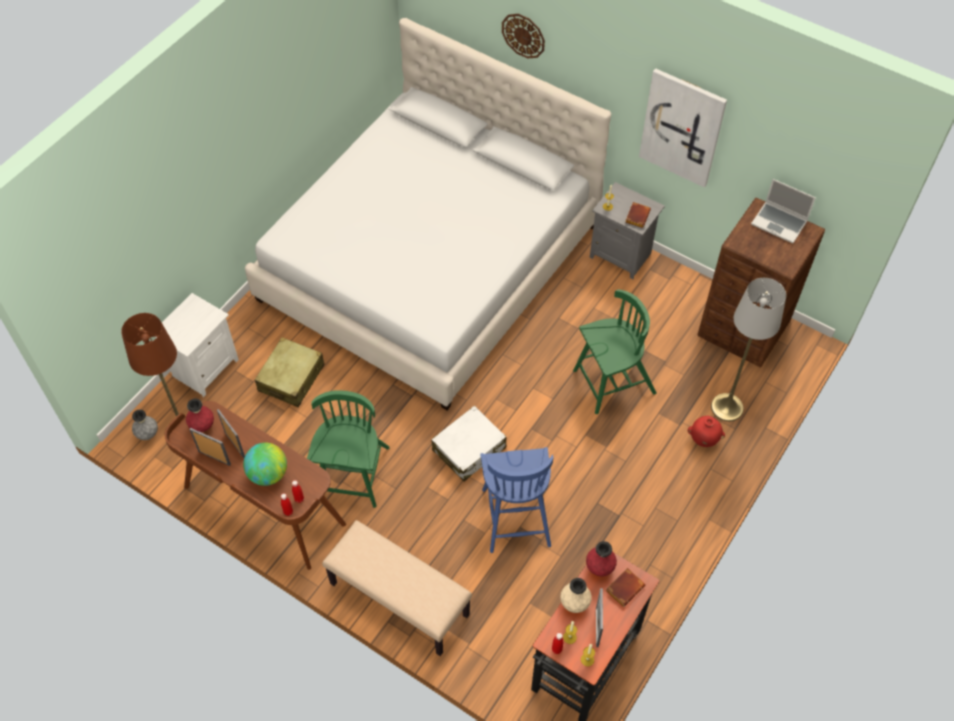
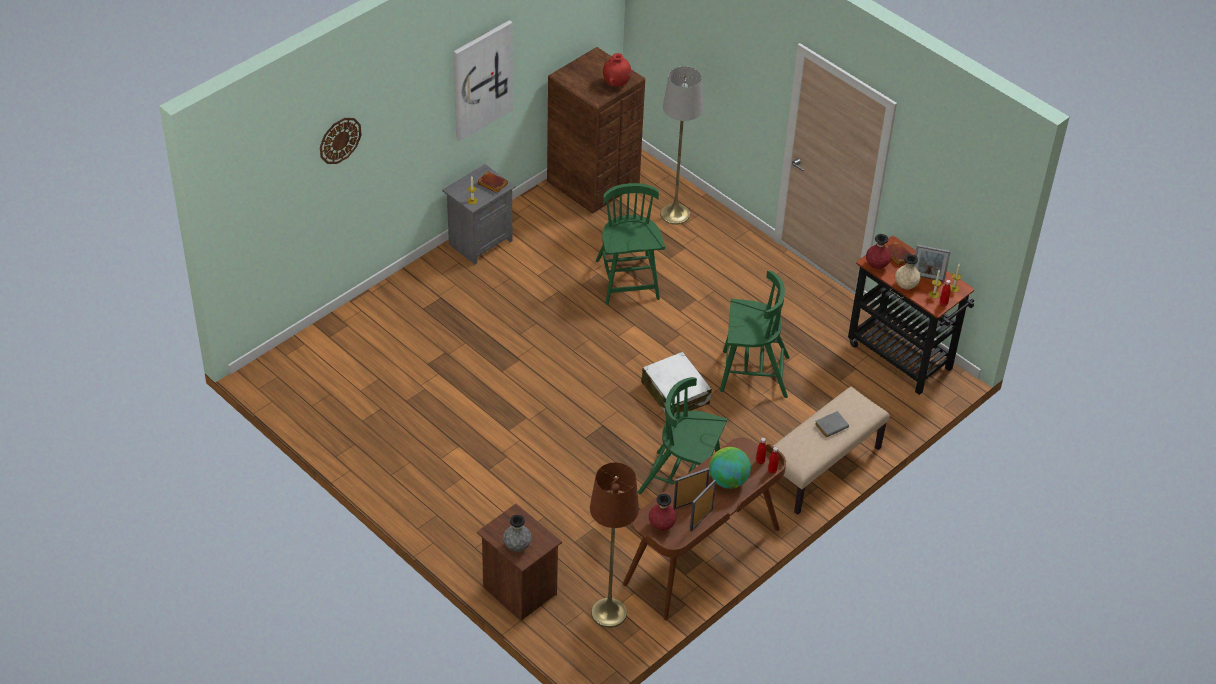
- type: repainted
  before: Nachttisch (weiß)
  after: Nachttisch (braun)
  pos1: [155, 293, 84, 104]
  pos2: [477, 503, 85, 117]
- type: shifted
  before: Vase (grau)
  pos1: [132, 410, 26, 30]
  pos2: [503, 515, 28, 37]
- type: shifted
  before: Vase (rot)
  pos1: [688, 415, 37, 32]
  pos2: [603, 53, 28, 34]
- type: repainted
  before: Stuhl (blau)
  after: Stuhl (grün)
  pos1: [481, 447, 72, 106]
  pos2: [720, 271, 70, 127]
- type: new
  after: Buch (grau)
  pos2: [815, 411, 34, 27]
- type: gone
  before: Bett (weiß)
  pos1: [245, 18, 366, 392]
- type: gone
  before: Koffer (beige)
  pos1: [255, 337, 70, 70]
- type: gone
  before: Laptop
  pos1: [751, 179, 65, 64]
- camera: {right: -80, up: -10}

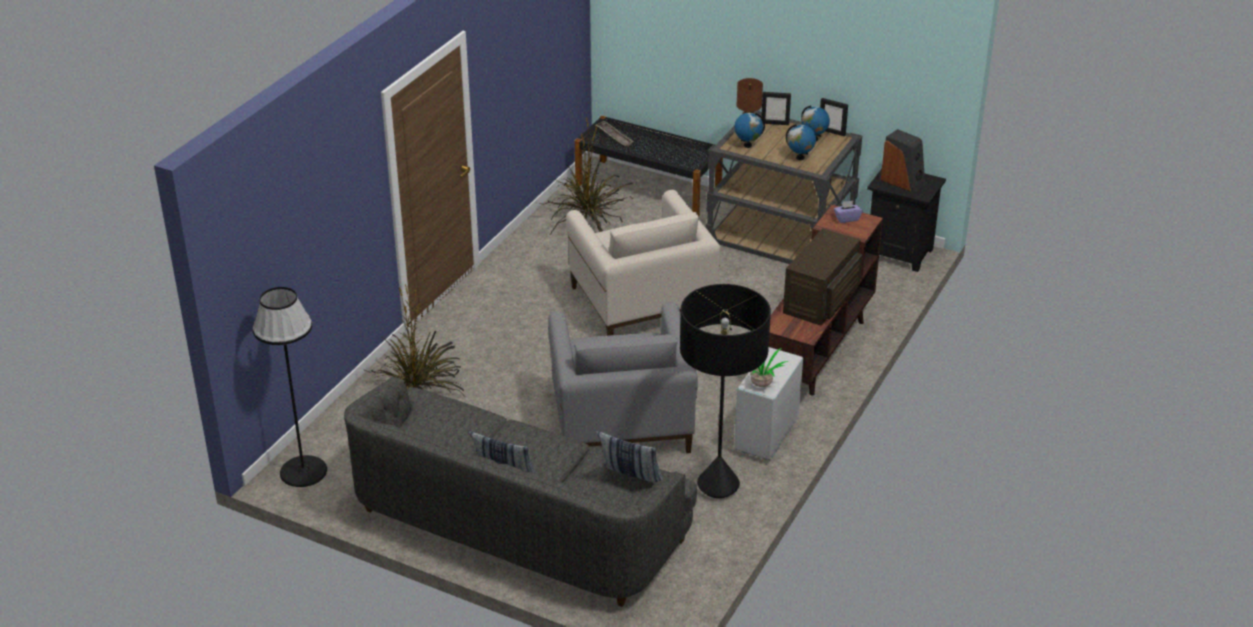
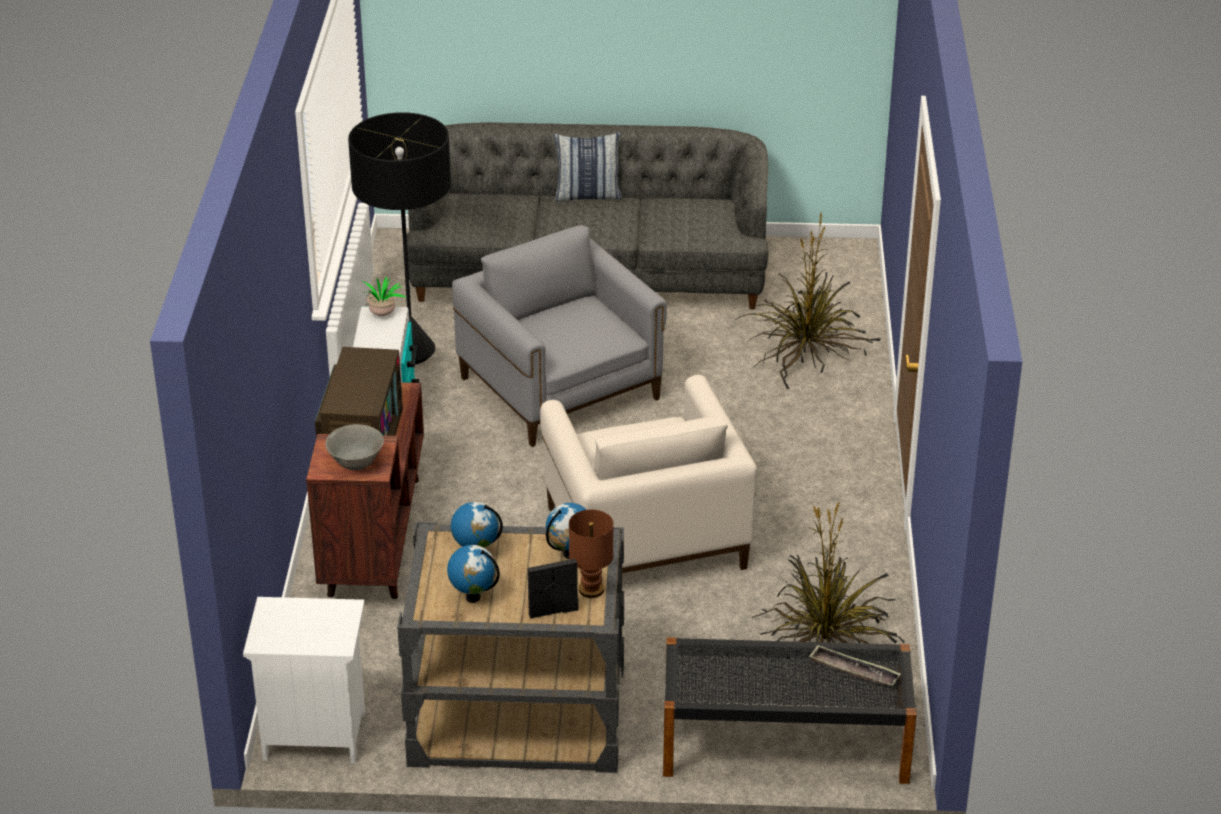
- type: repainted
  before: Nachttisch (schwarz)
  after: Nachttisch (weiß)
  pos1: [867, 169, 79, 103]
  pos2: [243, 597, 122, 166]
- type: swapped
  before: Taschentuchbox (lila)
  after: Schüssel (grau)
  pos1: [834, 201, 28, 22]
  pos2: [325, 424, 59, 46]
- type: rotated
  before: Sessel (beige)
  pos1: [566, 190, 154, 146]
  pos2: [540, 375, 217, 198]
  turn: -150
- type: gone
  before: Stehlampe (schwarz)
  pos1: [252, 287, 75, 200]
- type: gone
  before: Kissen
  pos1: [596, 431, 67, 52]
- type: gone
  before: Bilderrahmen
  pos1: [820, 98, 28, 38]
- type: gone
  before: Lautsprecher
  pos1: [881, 129, 44, 64]
- camera: {right: 155, up: 0}

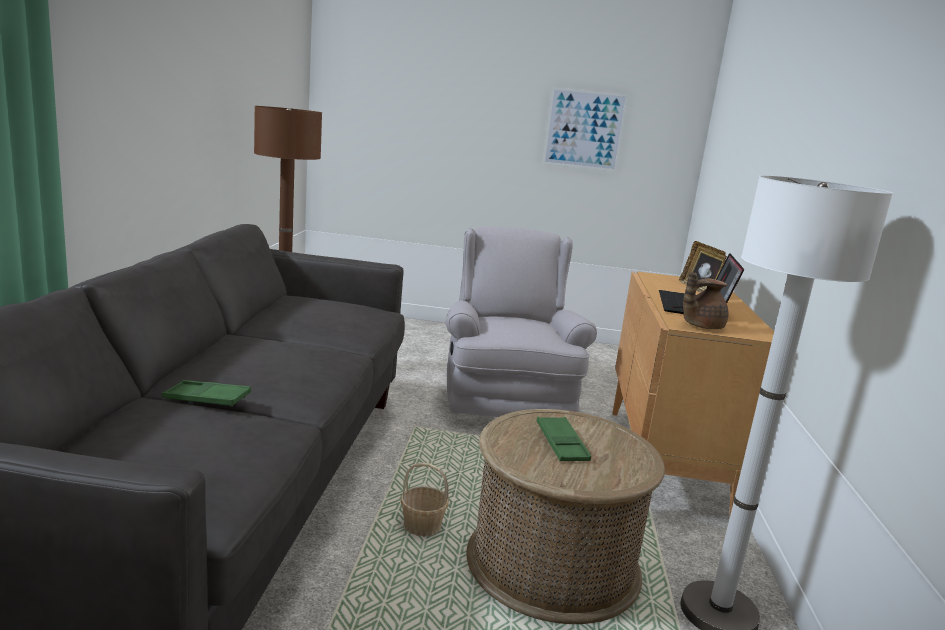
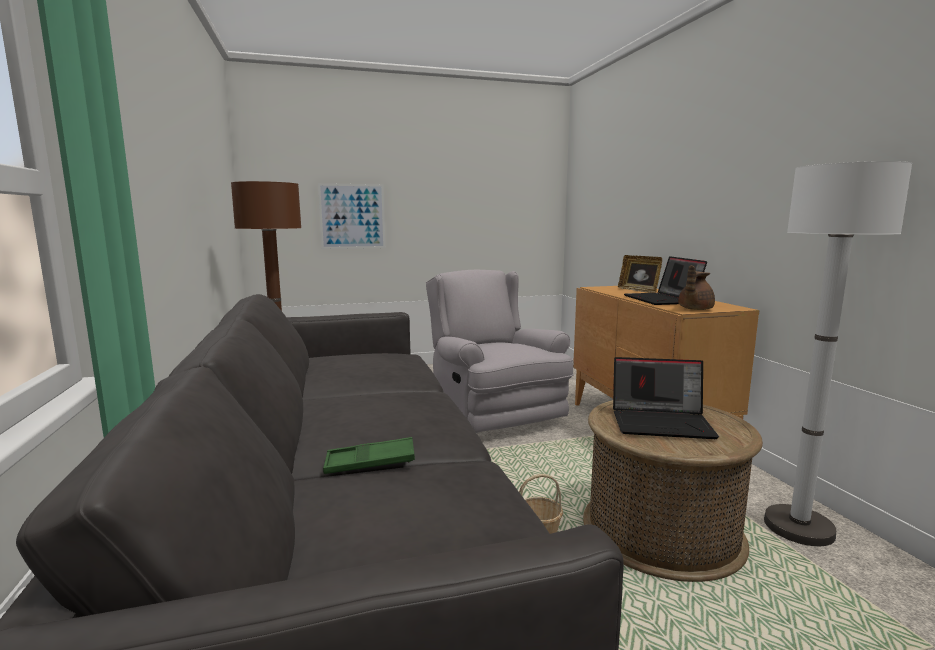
- type: shifted
  before: Bild
  pos1: [542, 87, 87, 85]
  pos2: [318, 183, 67, 66]
- type: swapped
  before: Tablett (grün)
  after: Laptop
  pos1: [537, 417, 54, 44]
  pos2: [613, 357, 106, 82]
- camera: {right: -20, up: -5}

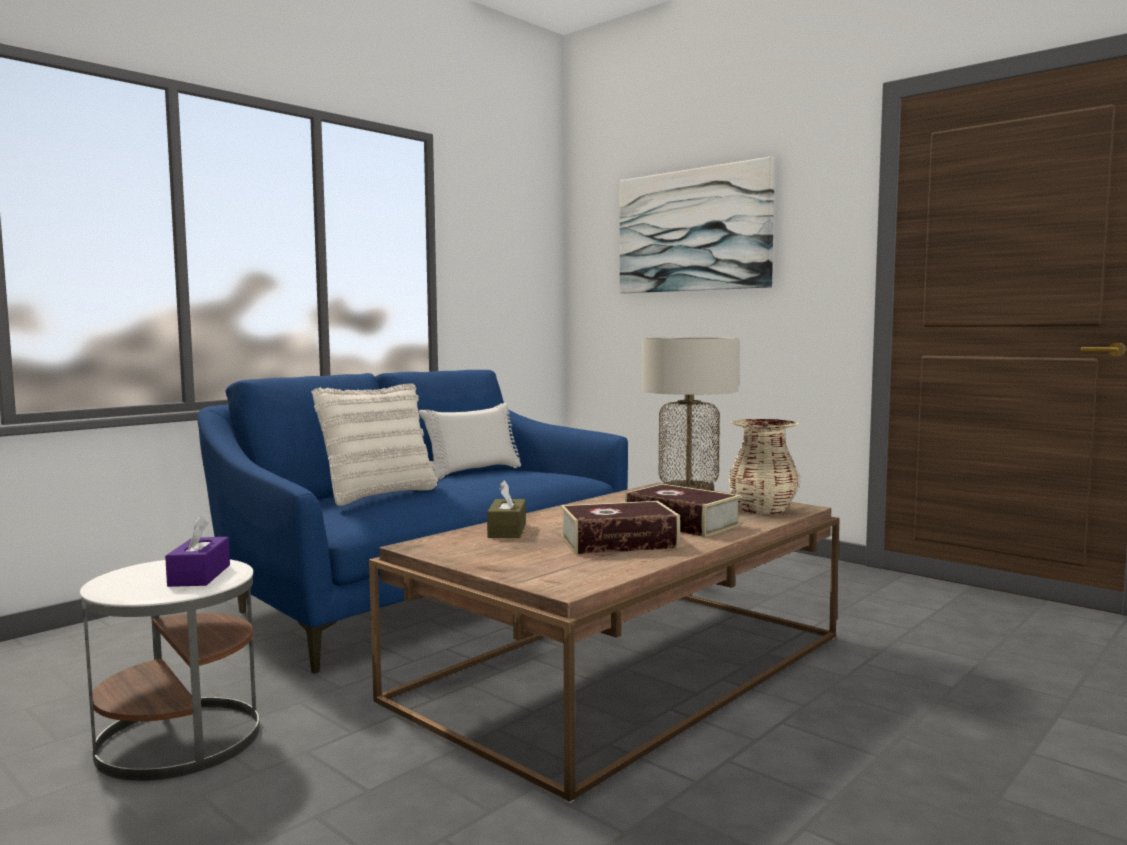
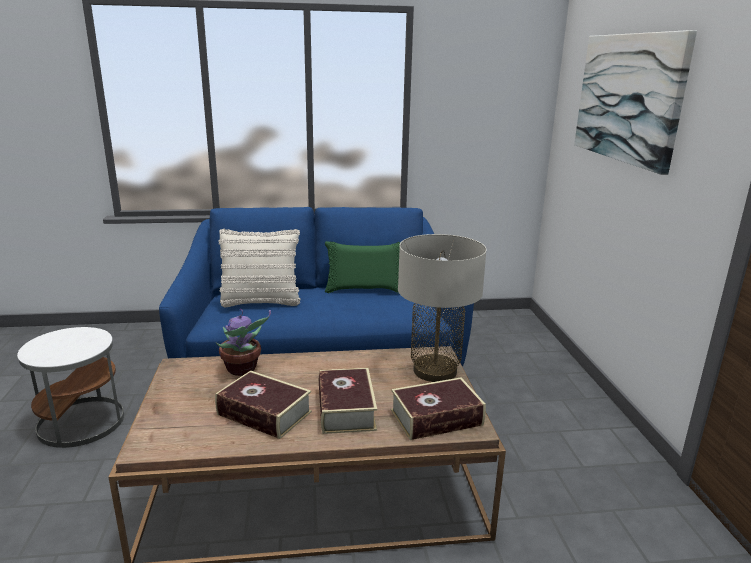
- type: swapped
  before: Taschentuchbox (braun)
  after: Topfpflanze
  pos1: [487, 480, 39, 58]
  pos2: [216, 309, 55, 67]
- type: repainted
  before: Kissen (weiß)
  after: Kissen (grün)
  pos1: [419, 403, 102, 76]
  pos2: [325, 241, 76, 52]
- type: swapped
  before: Vase (beige)
  after: Buch
  pos1: [728, 419, 71, 95]
  pos2: [391, 377, 95, 63]
- type: gone
  before: Taschentuchbox (lila)
  pos1: [165, 516, 65, 71]
- camera: {right: 40, up: 15}

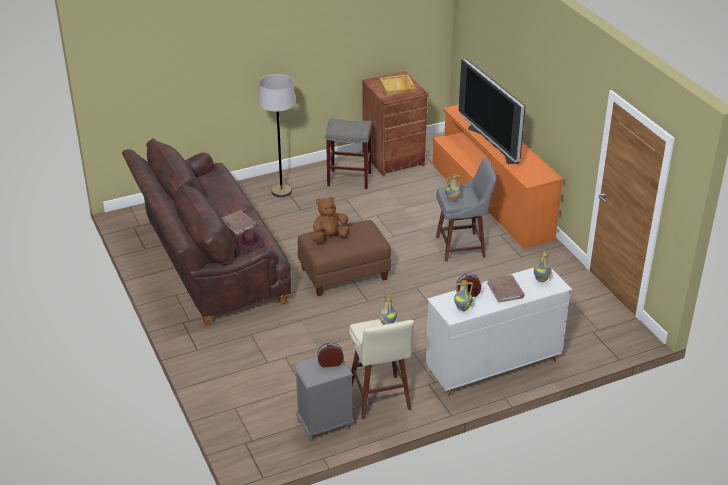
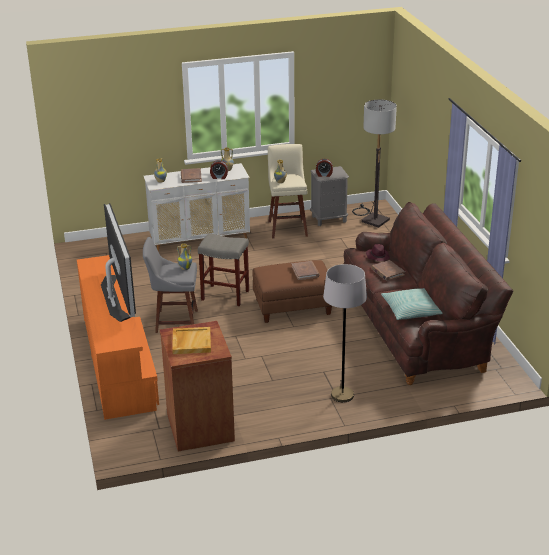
- type: shifted
  before: Hocker (grau)
  pos1: [325, 118, 47, 71]
  pos2: [198, 233, 51, 73]
- type: swapped
  before: Plüschtier (braun)
  after: Buch (braun)
  pos1: [311, 197, 39, 45]
  pos2: [292, 261, 28, 19]
- type: new
  after: Stehlampe
  pos2: [352, 100, 45, 128]
- type: new
  after: Kissen
  pos2: [381, 288, 62, 32]
- camera: {right: -170, up: -5}

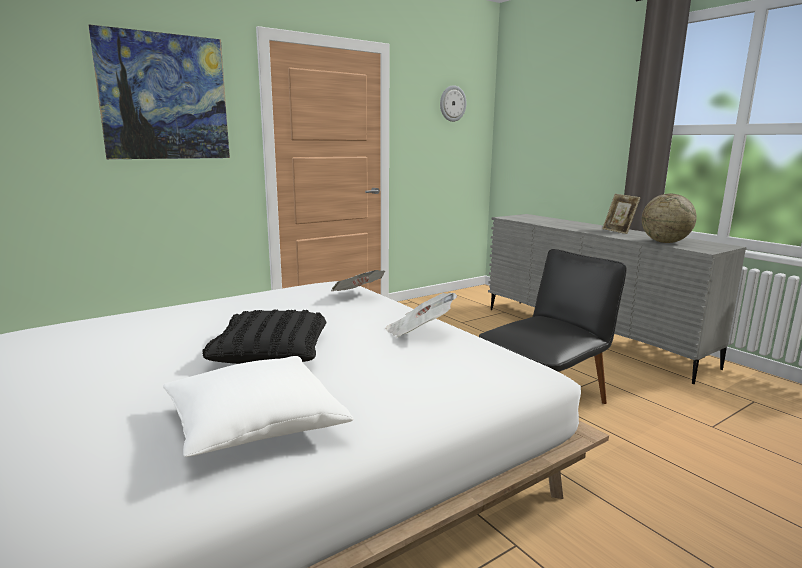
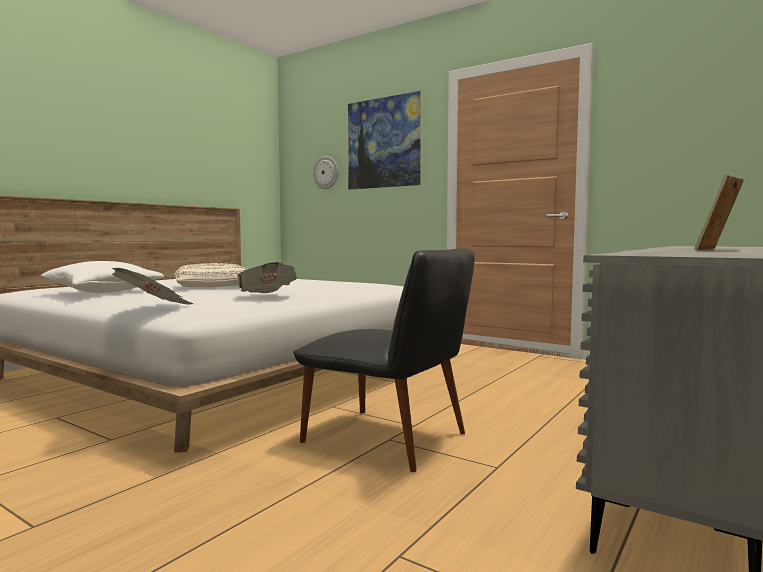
- type: shifted
  before: Zeitung
  pos1: [331, 270, 55, 21]
  pos2: [112, 268, 81, 36]
- type: repainted
  before: Kissen (schwarz)
  after: Kissen (beige)
  pos1: [202, 309, 125, 55]
  pos2: [175, 263, 73, 24]
- type: shifted
  before: Wanduhr
  pos1: [440, 85, 27, 37]
  pos2: [313, 156, 25, 33]
- type: gone
  before: Globus
  pos1: [642, 193, 55, 50]
- camera: {right: 70, up: -10}

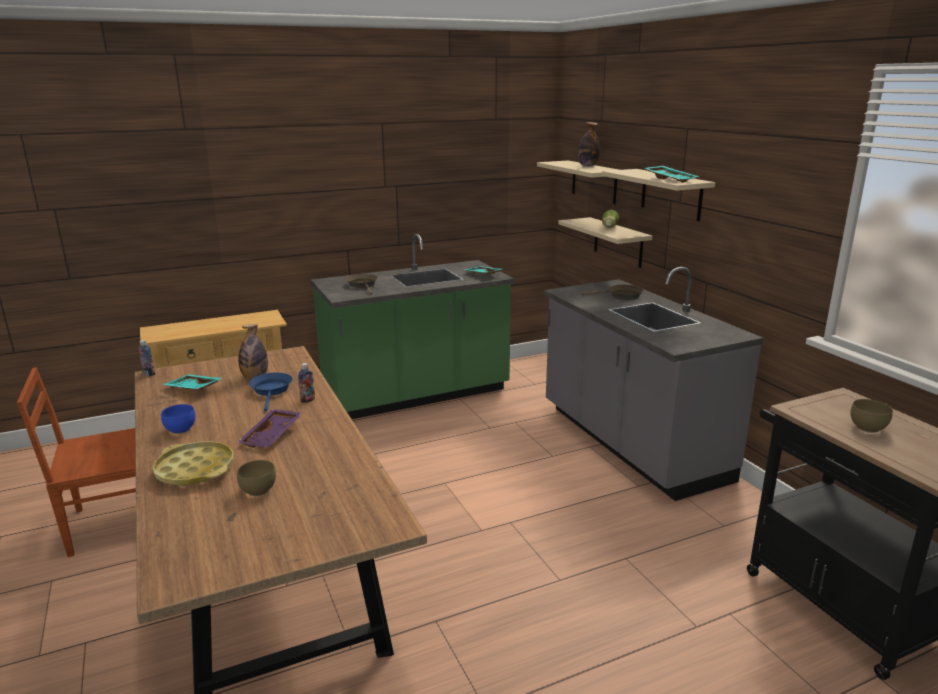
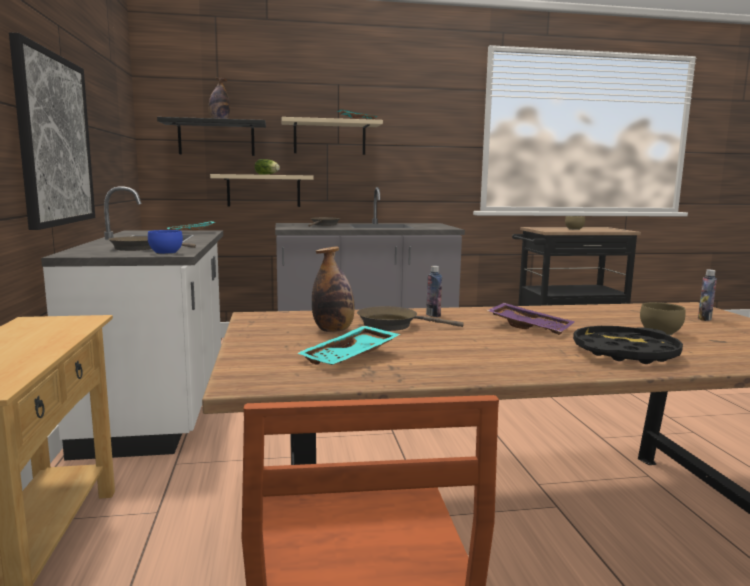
- type: new
  after: Bild
  pos2: [9, 32, 86, 198]
- type: repainted
  before: Küchenzeile (grün)
  after: Küchenzeile (weiß)
  pos1: [311, 234, 204, 185]
  pos2: [41, 186, 182, 275]
- type: shifted
  before: Schüssel (blau)
  pos1: [161, 404, 35, 30]
  pos2: [148, 230, 35, 25]
- type: repainted
  before: Wandregal (beige)
  after: Wandregal (schwarz)
  pos1: [537, 161, 82, 43]
  pos2: [157, 117, 109, 39]
- type: repainted
  before: Pfanne (blau)
  after: Pfanne (braun)
  pos1: [249, 373, 43, 39]
  pos2: [357, 306, 107, 25]
- type: repainted
  before: Tablett (gelb)
  after: Tablett (schwarz)
  pos1: [152, 441, 82, 45]
  pos2: [573, 326, 110, 38]
- type: shifted
  before: Flasche
  pos1: [138, 340, 17, 36]
  pos2: [698, 270, 19, 51]
- camera: {right: -75, up: -10}

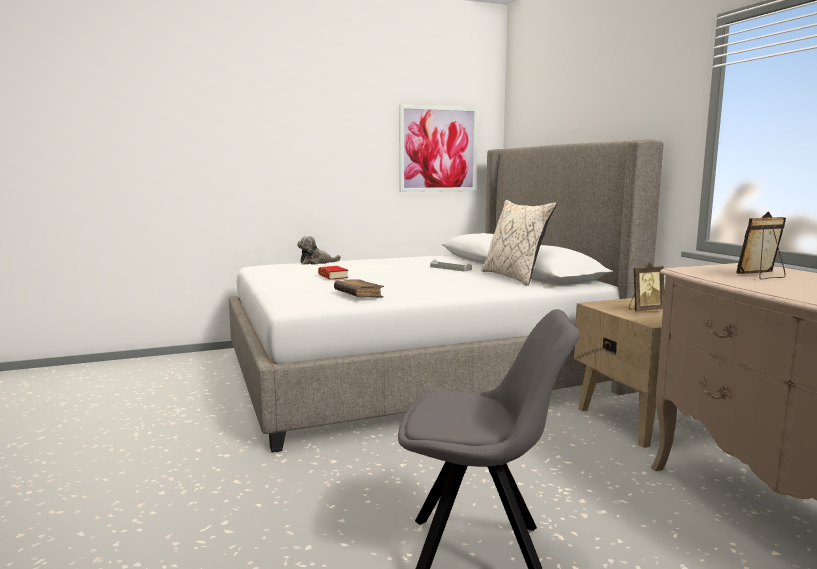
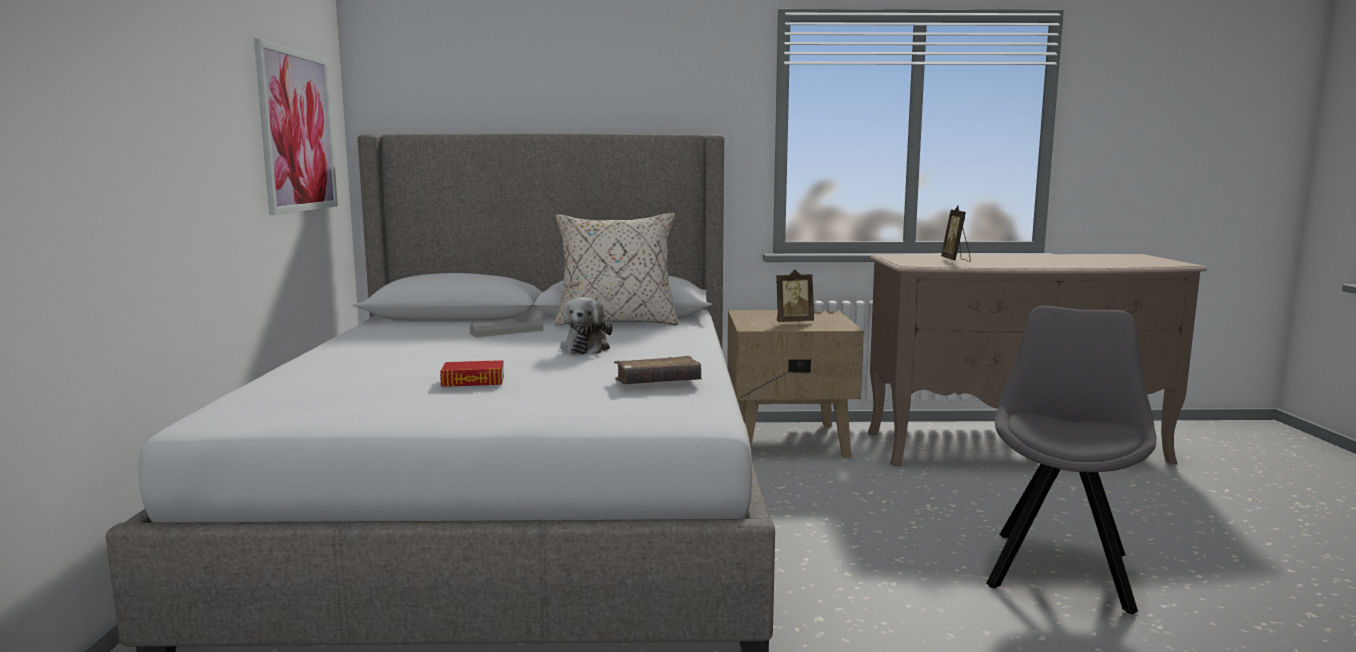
- type: shifted
  before: Plüschtier
  pos1: [297, 235, 44, 30]
  pos2: [560, 297, 53, 57]
- type: rotated
  before: Bilderrahmen
  pos1: [629, 262, 35, 49]
  pos2: [776, 269, 38, 53]
  turn: 75
- camera: {right: -70, up: 0}

